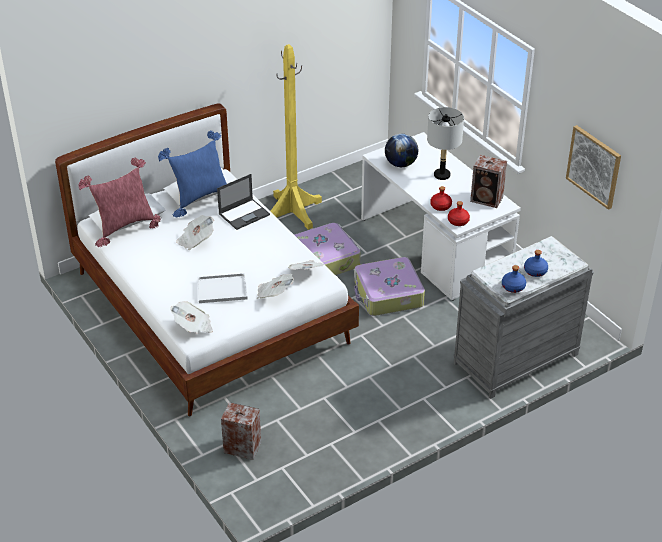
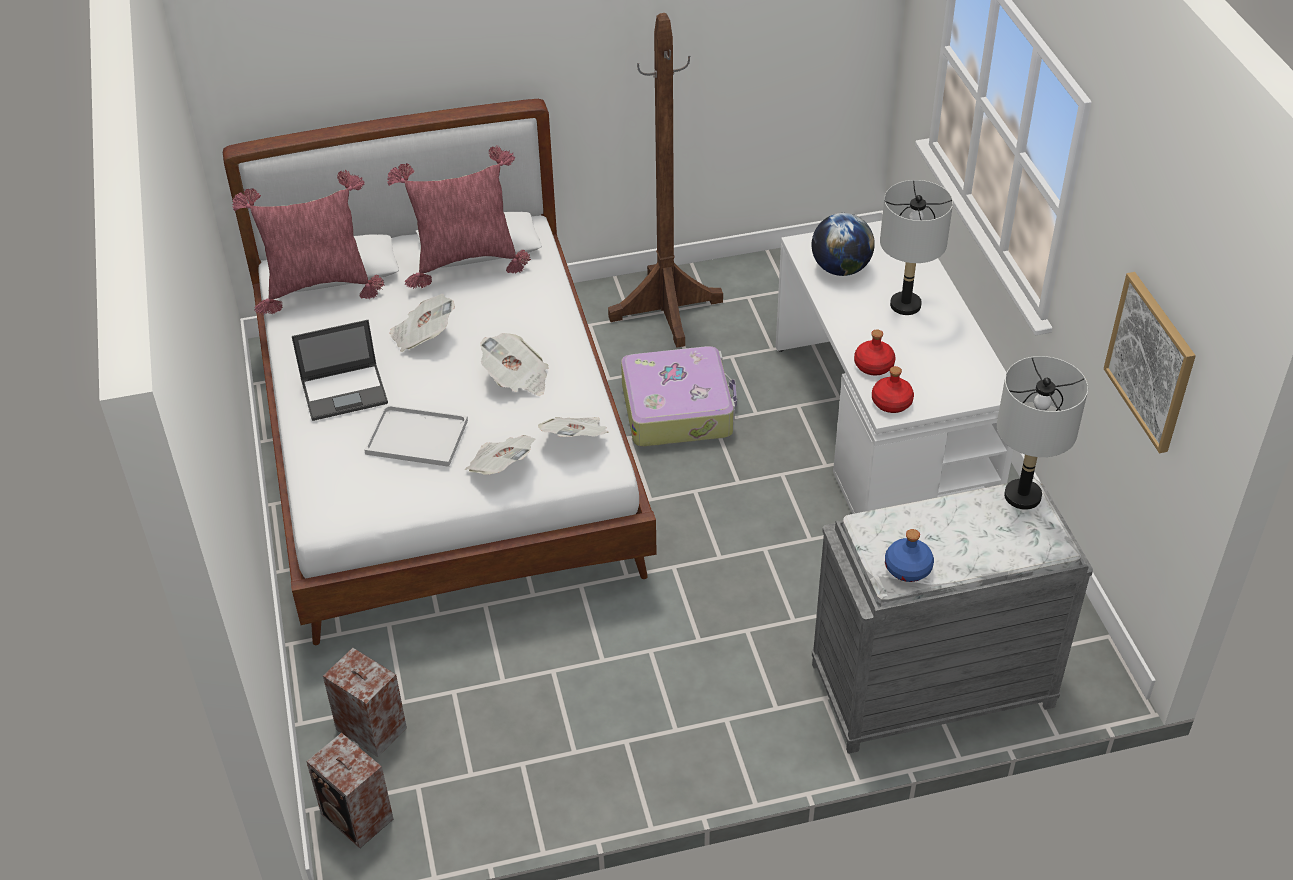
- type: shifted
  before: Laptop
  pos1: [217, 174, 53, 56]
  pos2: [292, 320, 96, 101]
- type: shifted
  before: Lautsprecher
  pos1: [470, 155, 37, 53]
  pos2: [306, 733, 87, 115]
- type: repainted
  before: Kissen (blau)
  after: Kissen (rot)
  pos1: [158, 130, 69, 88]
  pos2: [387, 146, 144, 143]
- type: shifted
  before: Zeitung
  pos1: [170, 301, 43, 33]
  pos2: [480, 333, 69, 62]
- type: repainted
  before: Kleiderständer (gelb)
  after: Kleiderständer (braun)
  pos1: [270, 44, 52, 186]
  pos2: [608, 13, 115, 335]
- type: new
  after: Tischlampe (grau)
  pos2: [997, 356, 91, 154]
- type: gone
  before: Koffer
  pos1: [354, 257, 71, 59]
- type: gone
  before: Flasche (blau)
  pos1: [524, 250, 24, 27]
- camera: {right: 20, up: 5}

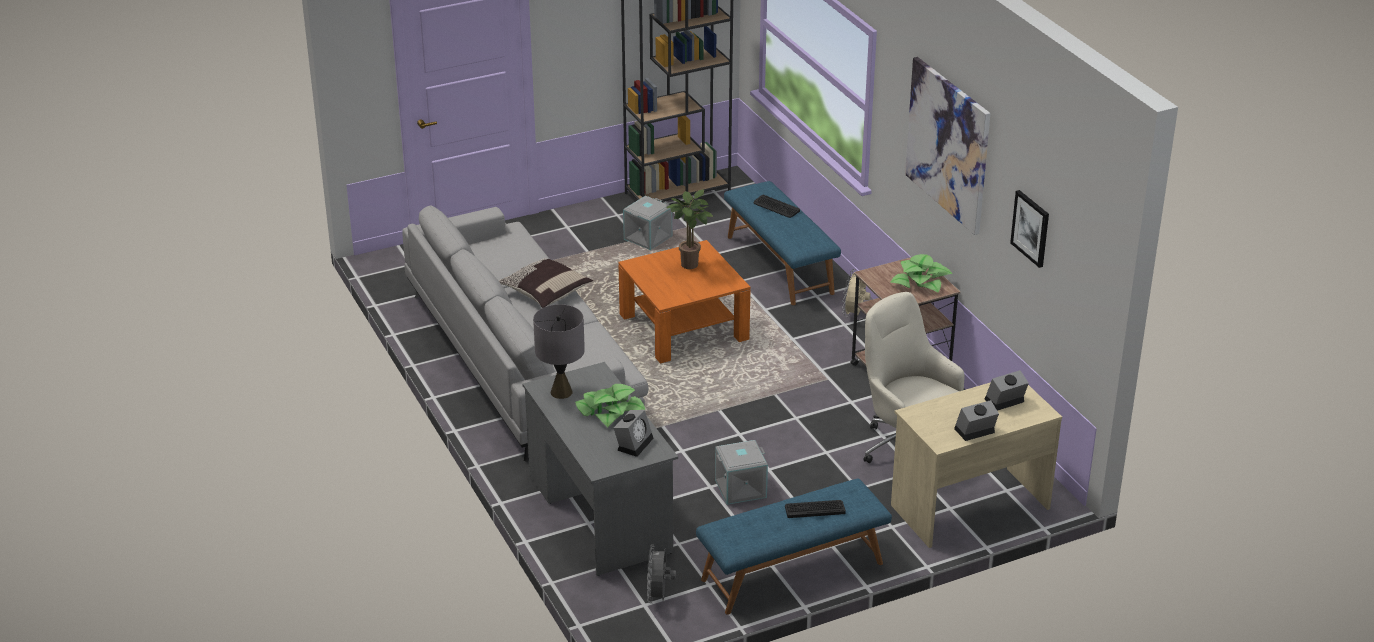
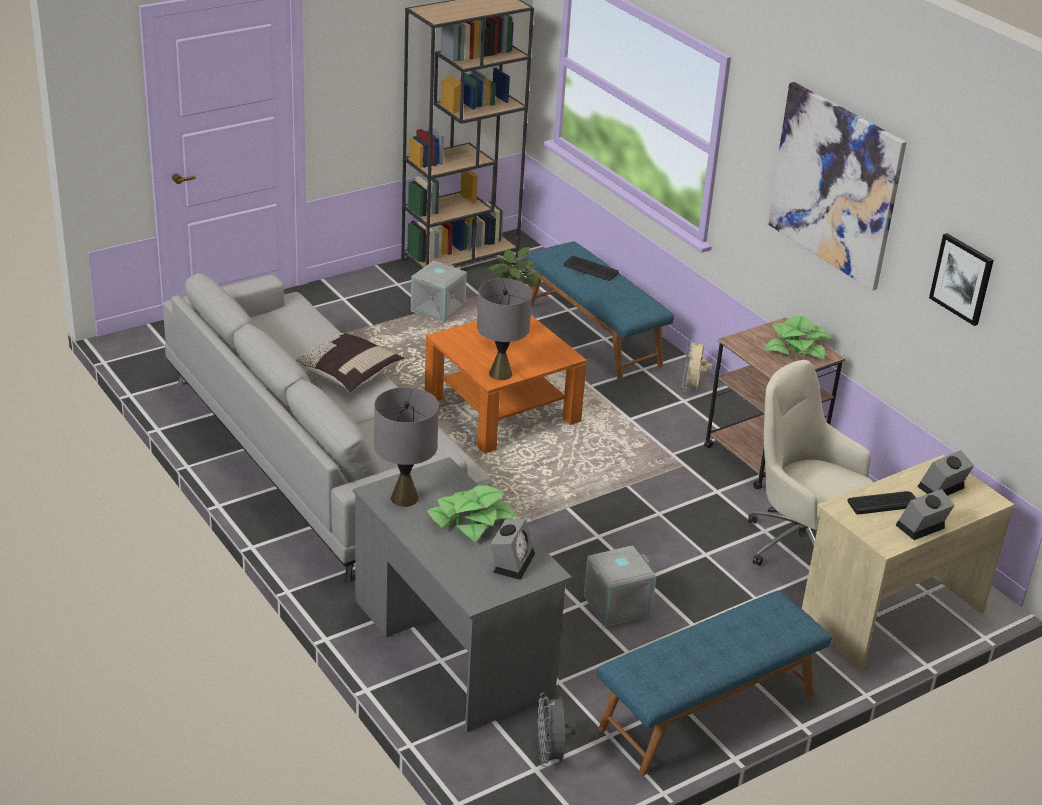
- type: new
  after: Tischlampe (grau)
  pos2: [477, 278, 55, 102]
- type: shifted
  before: Tastatur
  pos1: [785, 500, 61, 18]
  pos2: [847, 491, 69, 23]
- camera: {right: -10, up: 0}

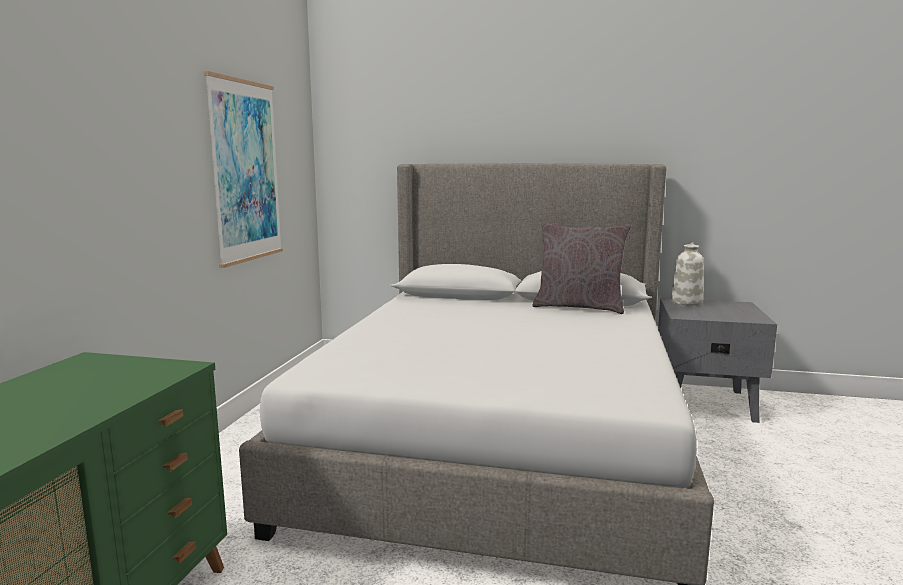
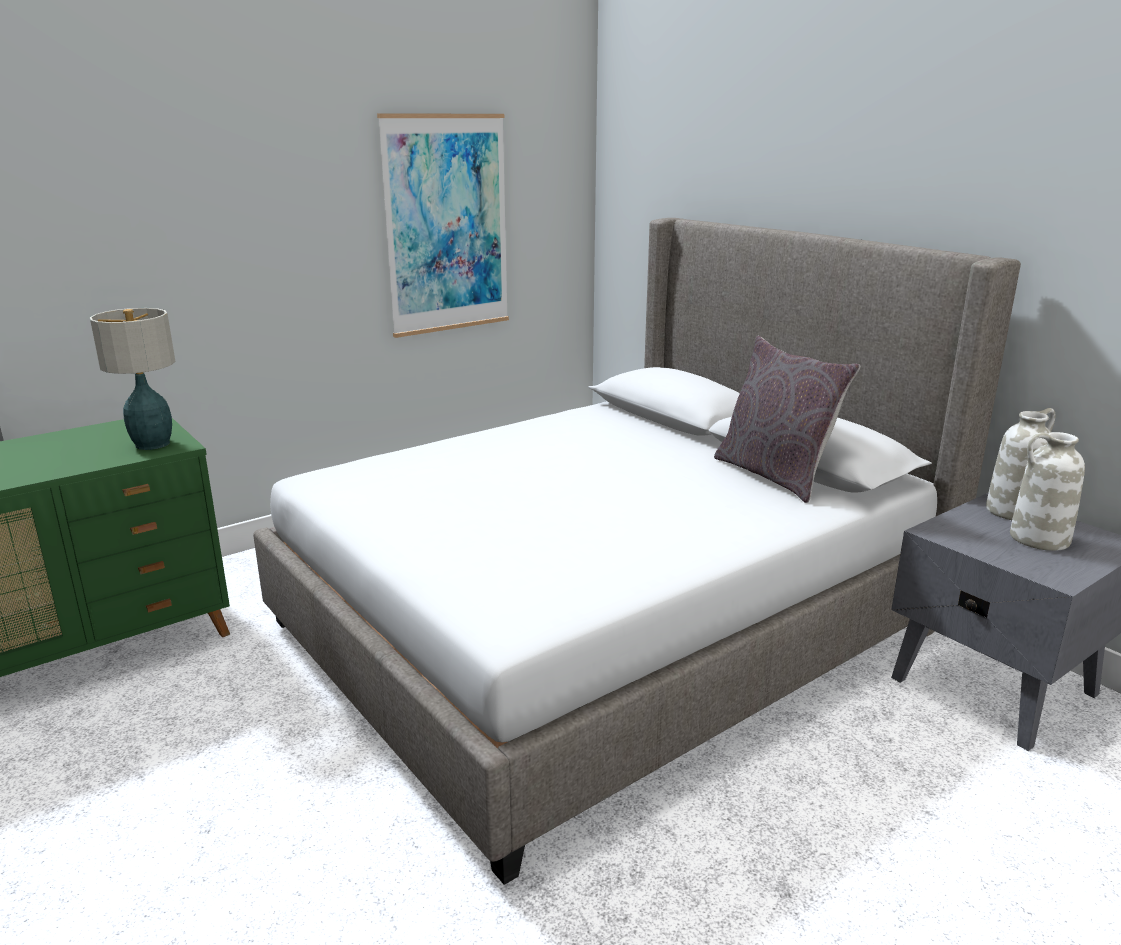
- type: new
  after: Tischlampe
  pos2: [90, 308, 85, 142]
- type: new
  after: Vase (weiß)
  pos2: [1010, 432, 75, 119]
- camera: {right: 40, up: 10}

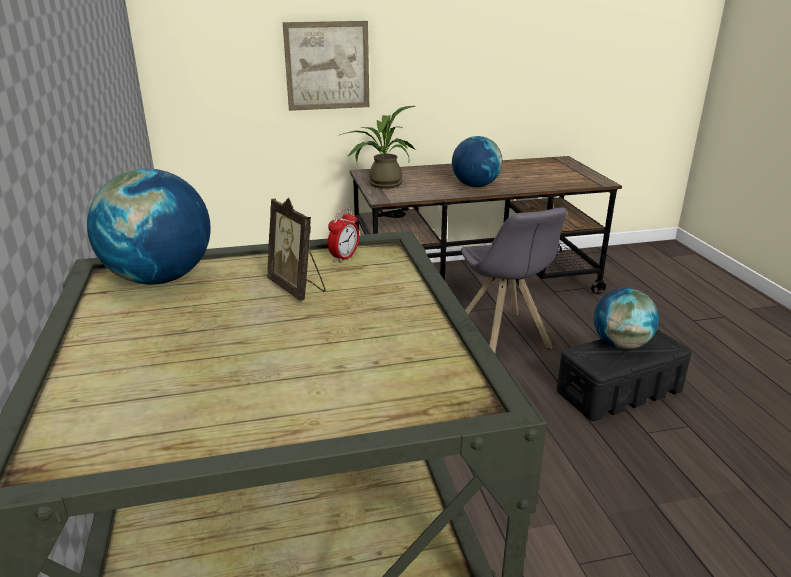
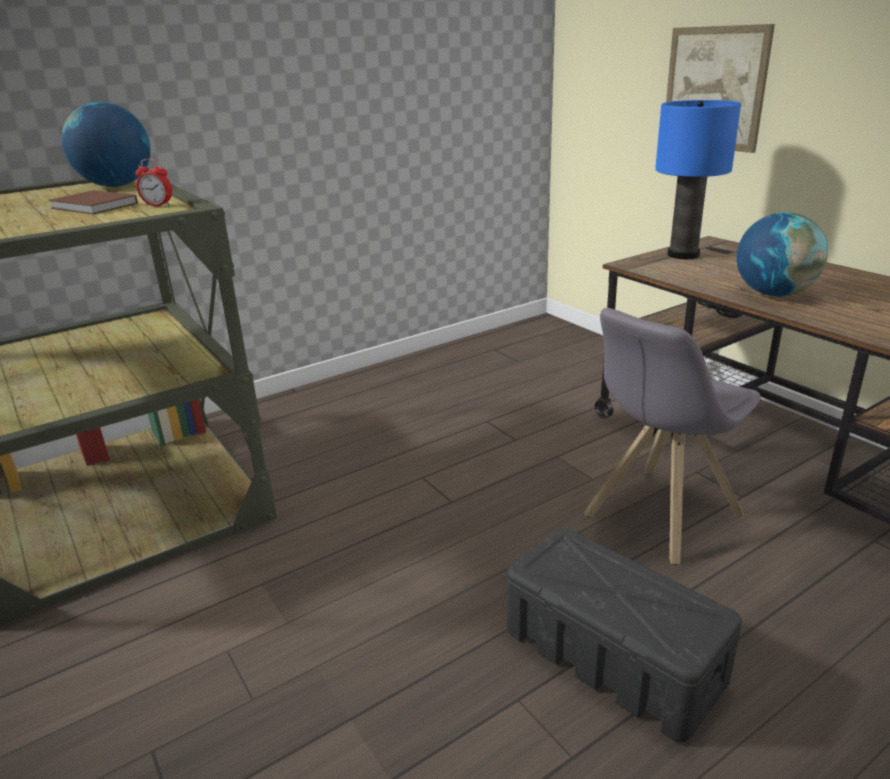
- type: swapped
  before: Bilderrahmen
  after: Buch (braun)
  pos1: [267, 198, 59, 103]
  pos2: [49, 190, 89, 24]
- type: swapped
  before: Topfpflanze
  after: Tischlampe (blau)
  pos1: [340, 106, 76, 83]
  pos2: [655, 100, 86, 159]
- type: gone
  before: Globus
  pos1: [594, 288, 65, 61]
- camera: {right: 70, up: 0}

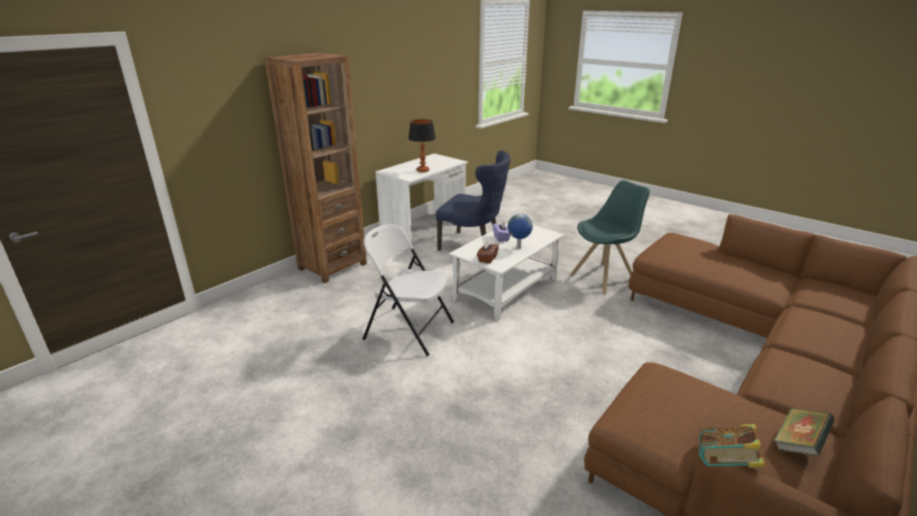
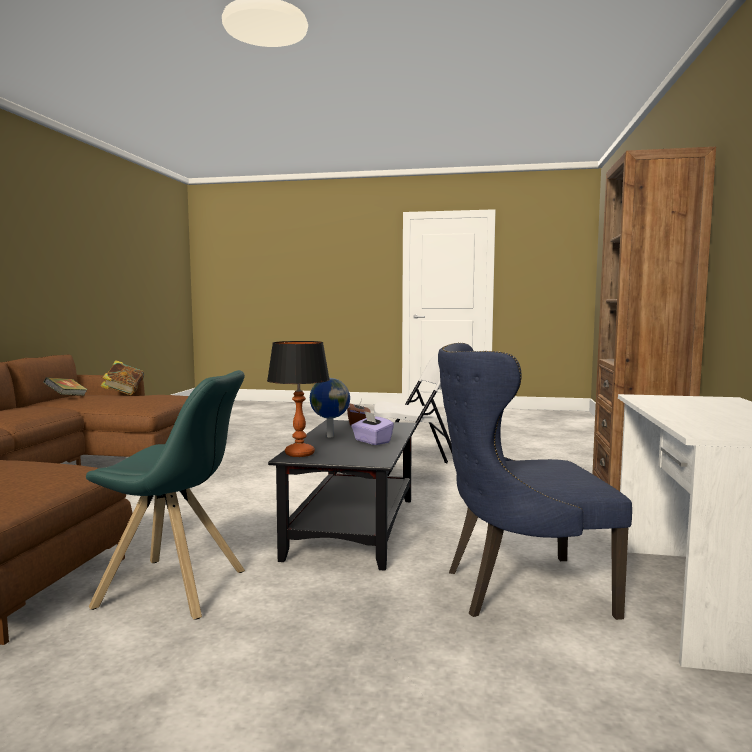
- type: rotated
  before: Stuhl (türkis)
  pos1: [570, 180, 80, 114]
  pos2: [86, 370, 159, 250]
  turn: -105
- type: shifted
  before: Tischlampe
  pos1: [408, 119, 28, 53]
  pos2: [267, 341, 63, 116]
- type: repainted
  before: Couchtisch (weiß)
  after: Couchtisch (schwarz)
  pos1: [449, 223, 115, 98]
  pos2: [268, 420, 149, 151]
- camera: {right: 150, up: -20}

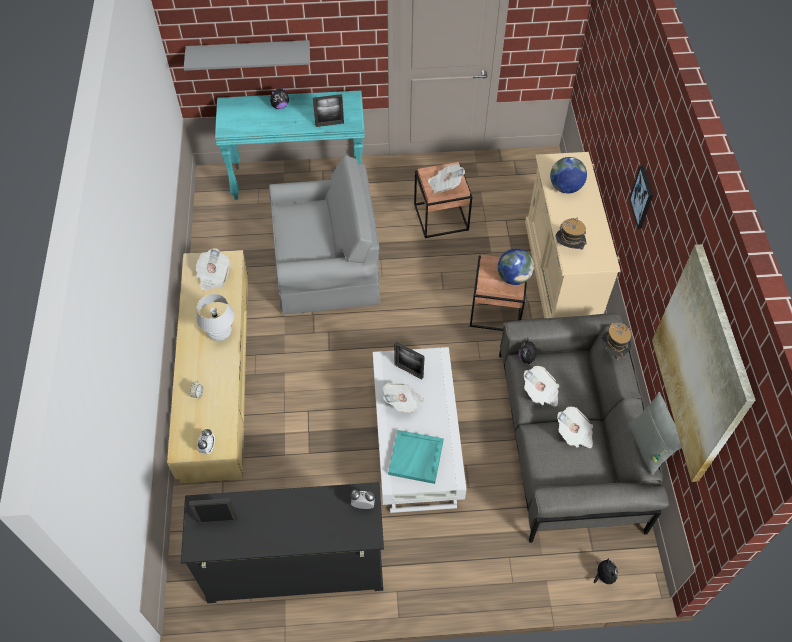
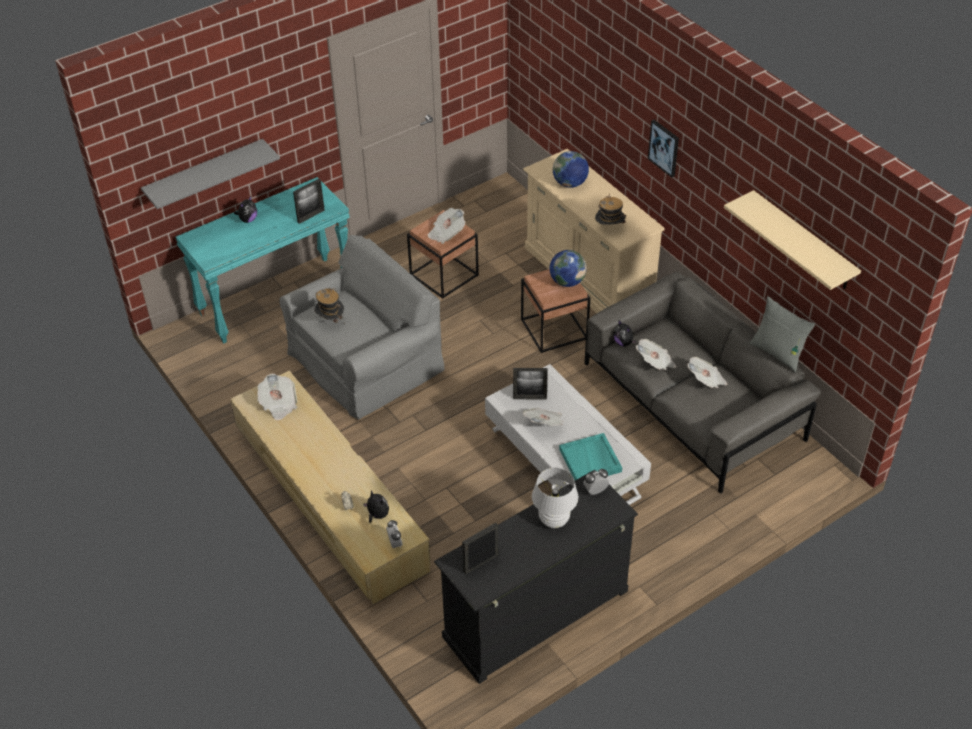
- type: shifted
  before: Hut
  pos1: [601, 323, 31, 39]
  pos2: [314, 288, 31, 36]
- type: shifted
  before: Plüschtier
  pos1: [594, 558, 24, 26]
  pos2: [363, 490, 26, 33]
- type: shifted
  before: Tischlampe (weiß)
  pos1: [197, 294, 37, 47]
  pos2: [532, 468, 46, 60]
- type: swapped
  before: Bild
  after: Wandregal (beige)
  pos1: [652, 244, 103, 238]
  pos2: [724, 190, 137, 100]
- camera: {right: -30, up: -10}

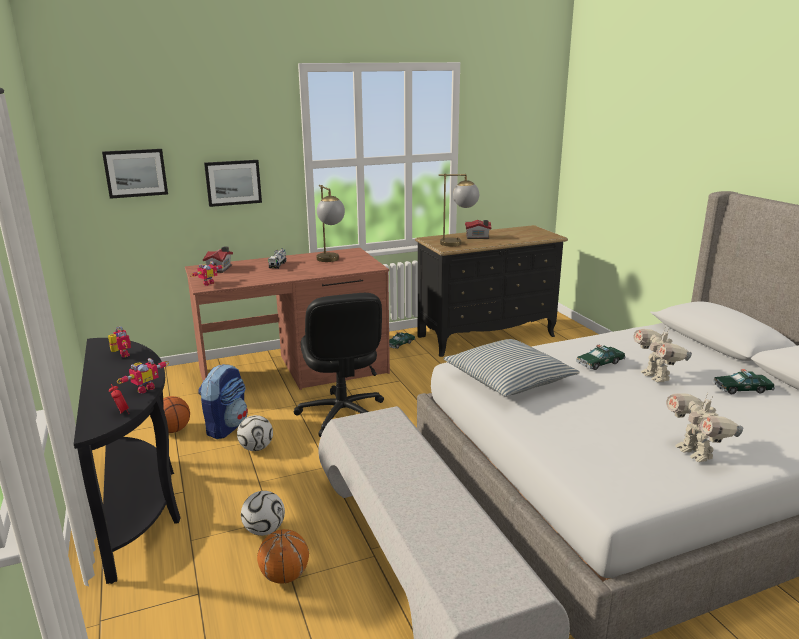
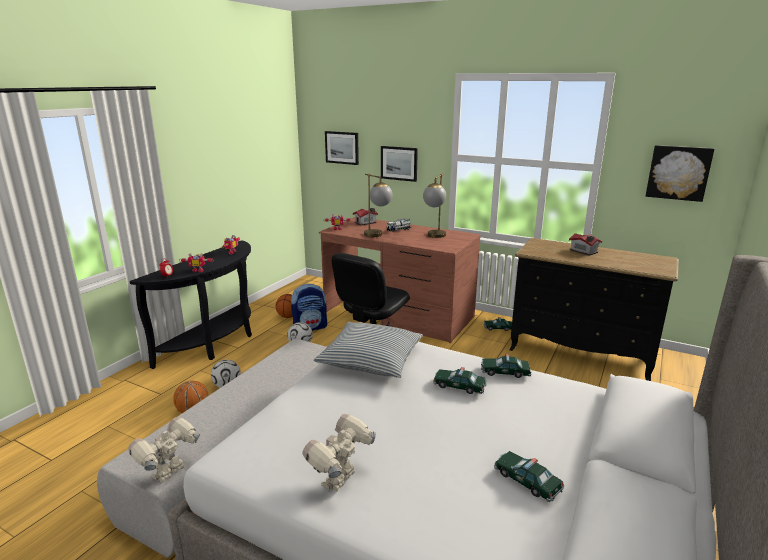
- type: shifted
  before: Spielzeugroboter
  pos1: [634, 329, 58, 53]
  pos2: [128, 417, 72, 65]
- type: shifted
  before: Tischlampe
  pos1: [438, 174, 41, 72]
  pos2: [364, 174, 29, 63]
- type: new
  after: Spielzeugauto
  pos2: [481, 354, 50, 24]
- type: new
  after: Bild
  pos2: [646, 145, 68, 57]
- camera: {right: 50, up: 0}

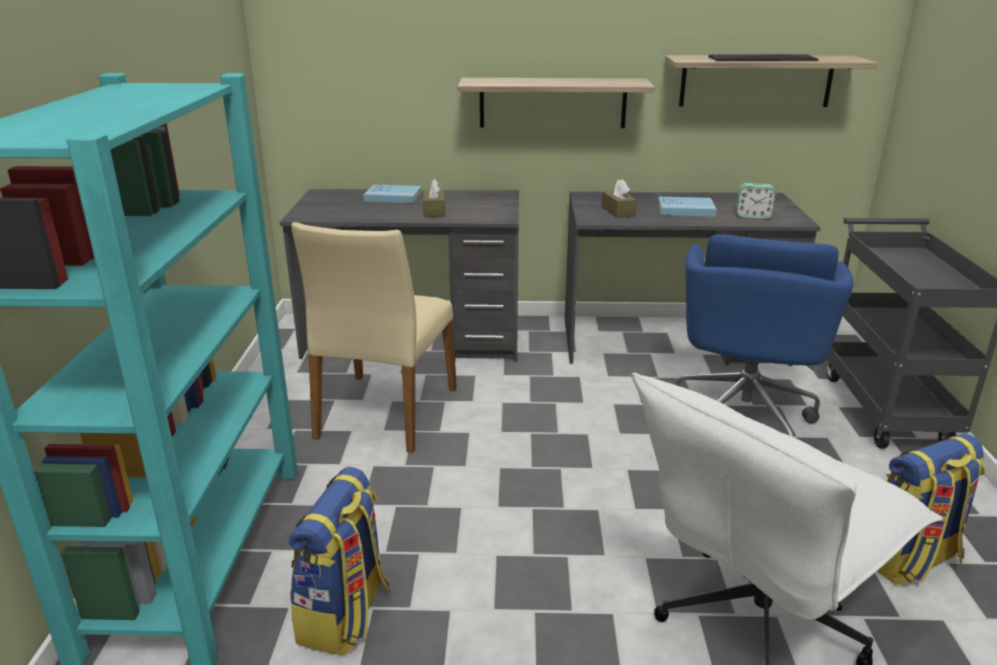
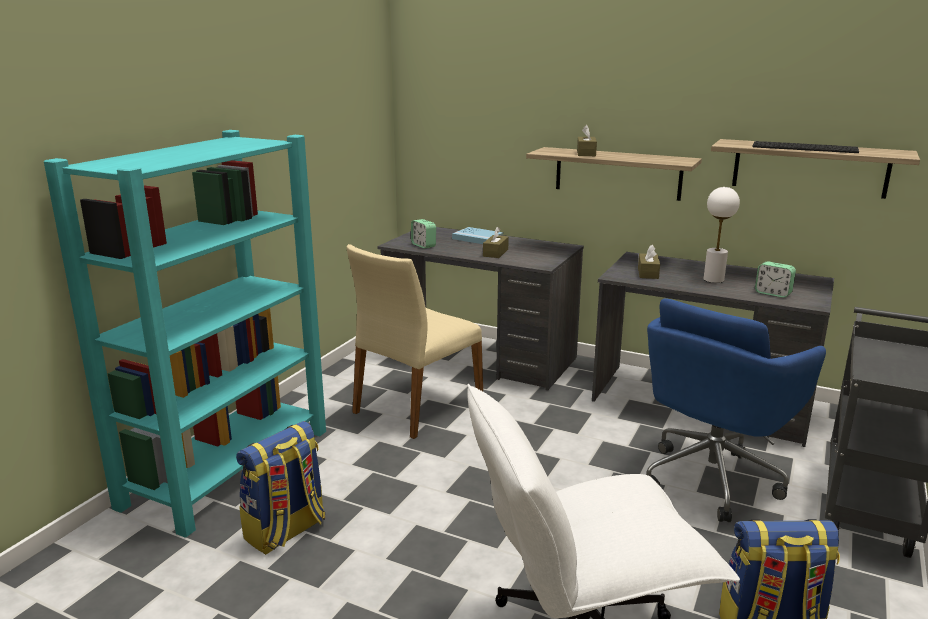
- type: new
  after: Wecker
  pos2: [411, 219, 25, 30]
- type: new
  after: Taschentuchbox (braun)
  pos2: [577, 125, 20, 31]
- type: swapped
  before: Buch (blau)
  after: Tischlampe (weiß)
  pos1: [658, 197, 59, 20]
  pos2: [704, 187, 36, 96]
- camera: {right: 25, up: -5}

